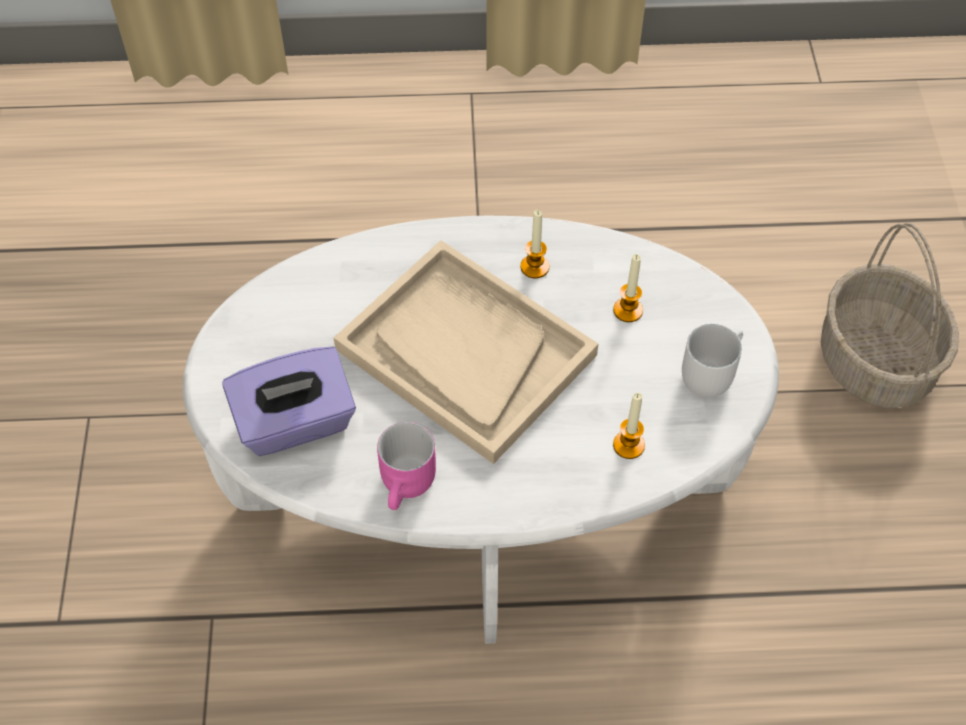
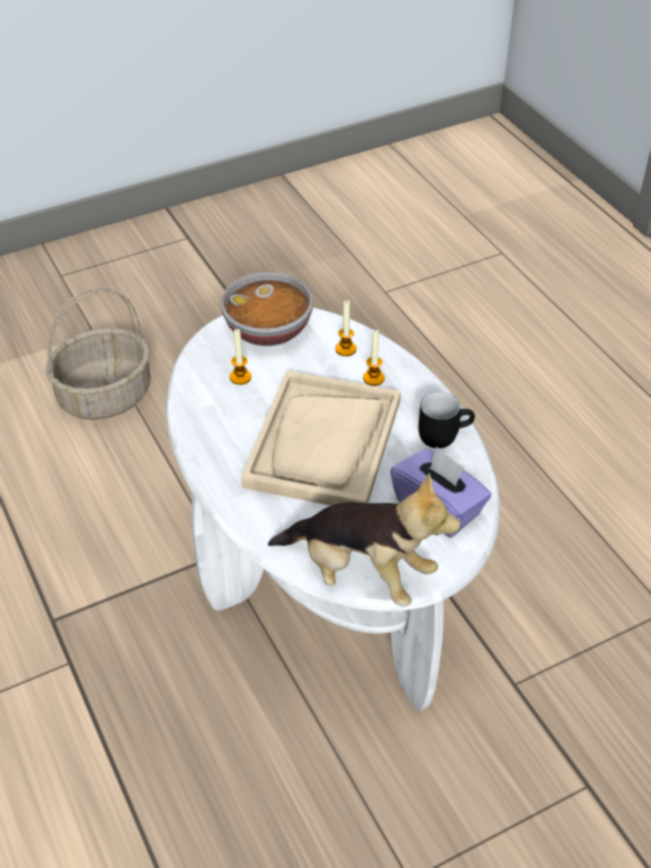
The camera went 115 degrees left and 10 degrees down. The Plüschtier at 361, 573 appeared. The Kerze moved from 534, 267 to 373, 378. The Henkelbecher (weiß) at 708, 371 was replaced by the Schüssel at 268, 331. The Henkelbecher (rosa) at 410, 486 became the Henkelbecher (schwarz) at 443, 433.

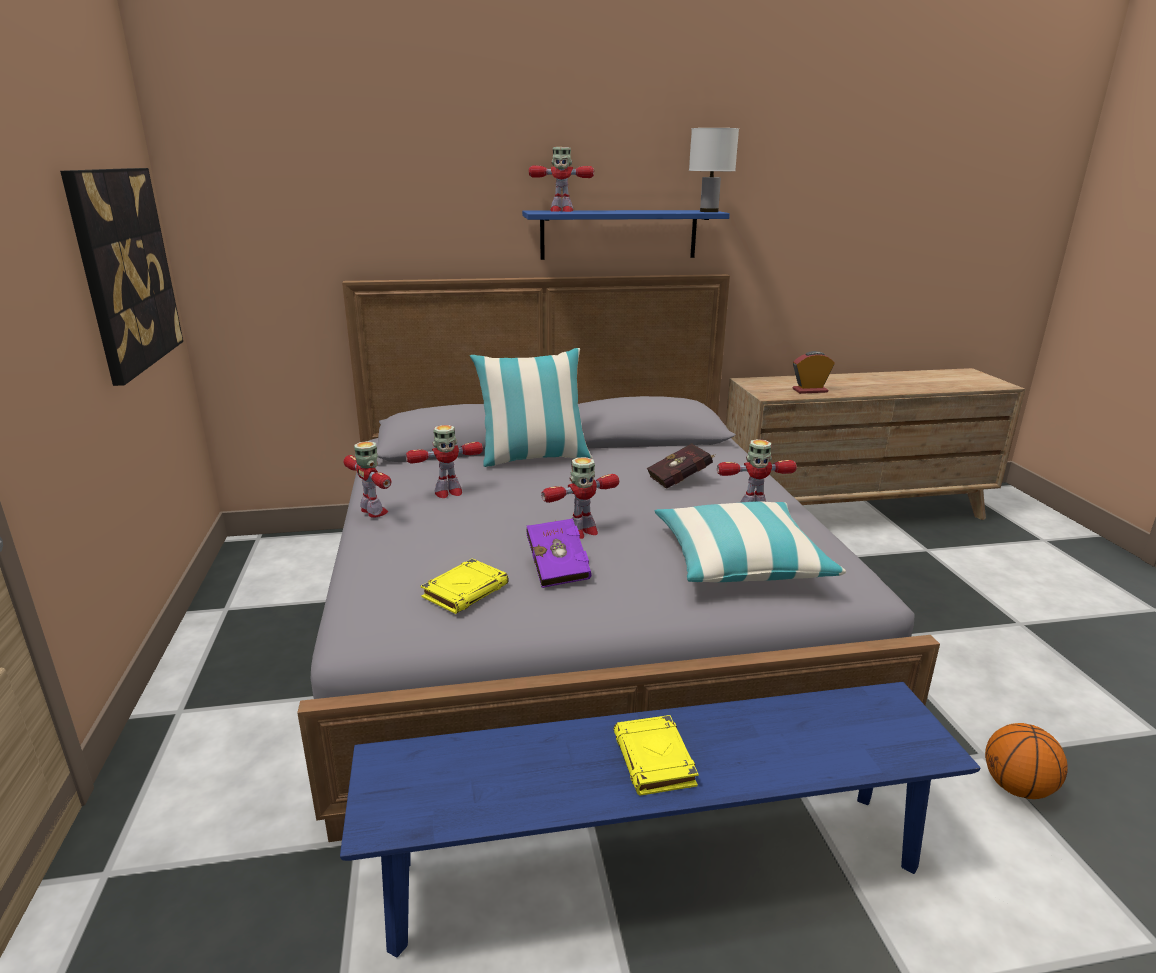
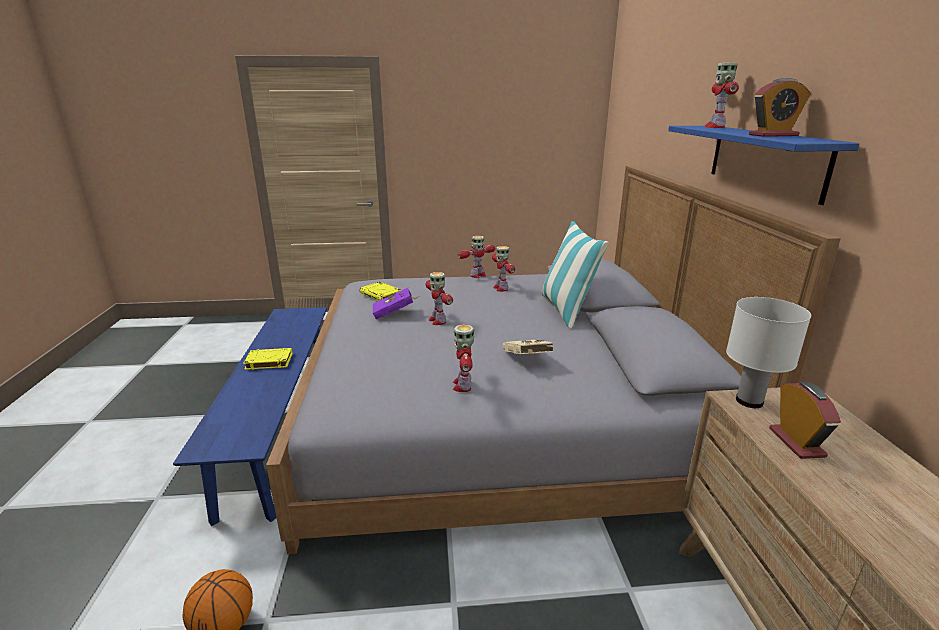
The camera went 95 degrees right and 0 degrees up. The Bild at 125, 270 disappeared. The Kissen at 740, 560 disappeared. The Wecker at 773, 135 appeared. The Tischlampe (weiß) moved from 708, 211 to 749, 401. The Buch (rot) at 681, 480 became the Buch (beige) at 526, 360.

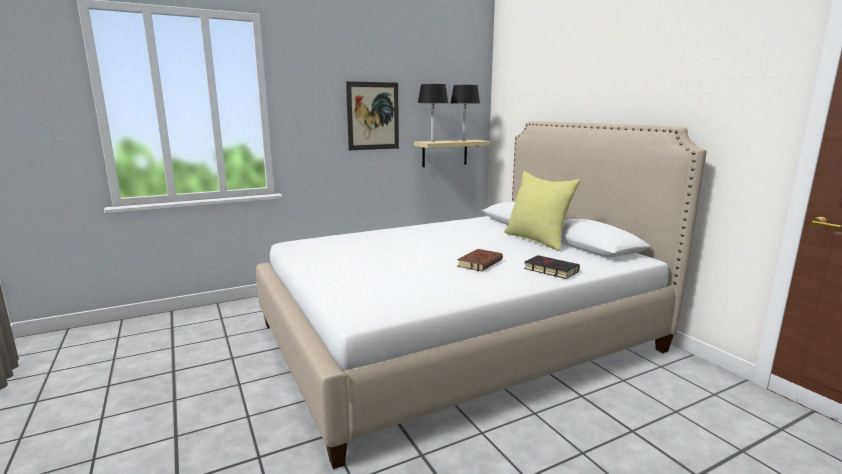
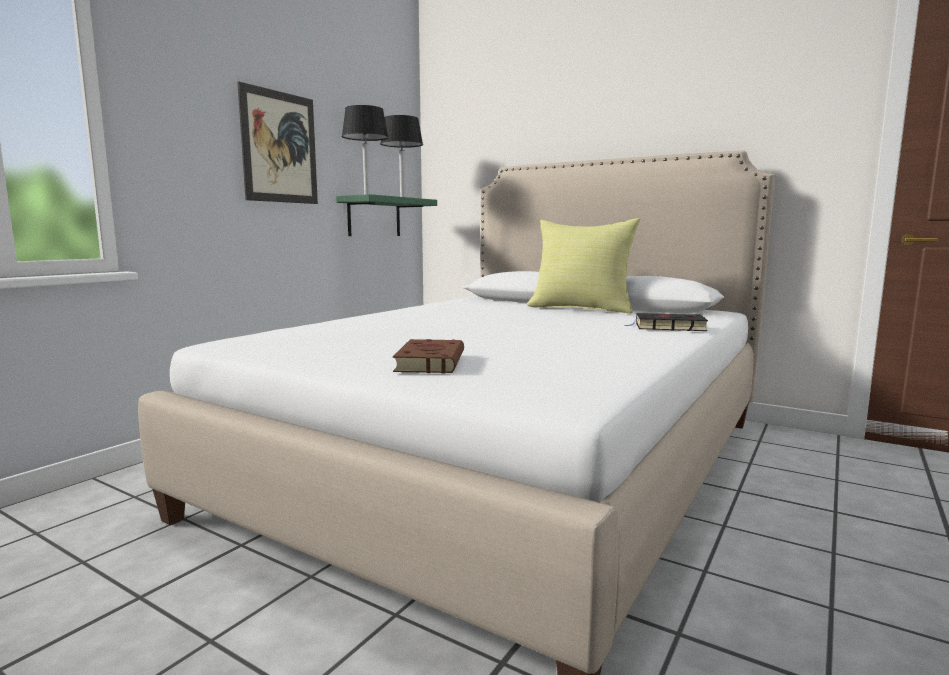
The camera went 30 degrees left and 5 degrees down. The Buch (braun) moved from 480, 263 to 430, 362. The Wandregal (beige) at 444, 153 became the Wandregal (grün) at 374, 217.

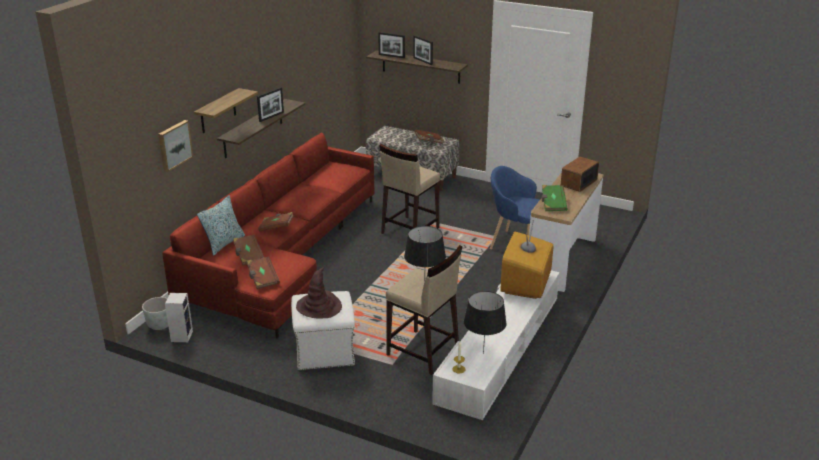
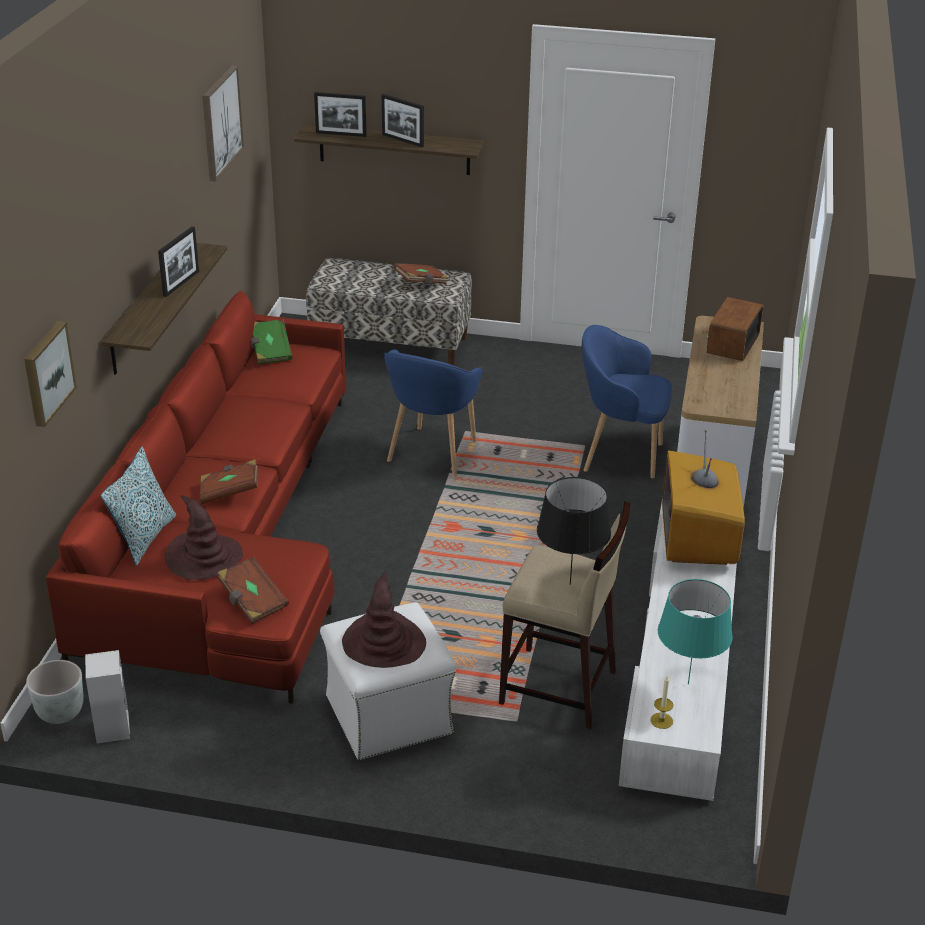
The camera went 15 degrees left and 5 degrees up. The Wandregal at 218, 111 disappeared. The Bild at 221, 122 appeared. The Buch (grün) moved from 553, 204 to 270, 351. The Buch (braun) at 248, 256 was replaced by the Hut (braun) at 203, 558. The Hocker (beige) at 409, 230 was replaced by the Sessel (blau) at 432, 454. The Tischlampe (schwarz) at 483, 353 became the Tischlampe (türkis) at 688, 683.

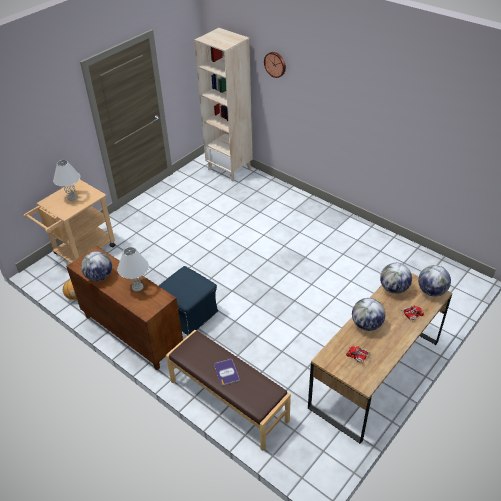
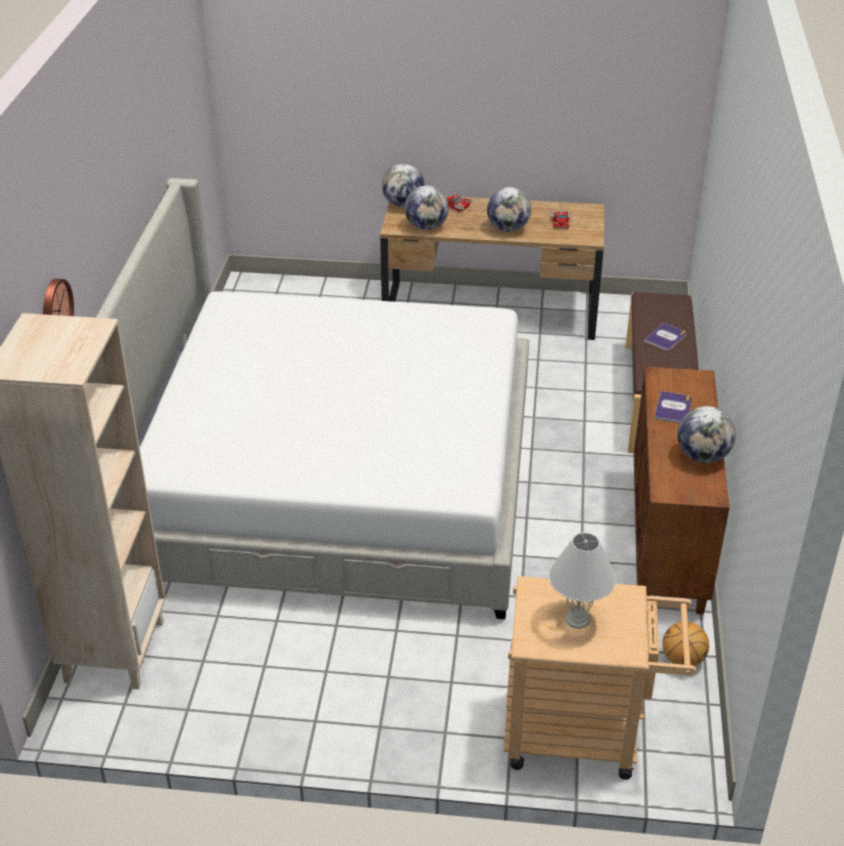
The camera went 125 degrees left and 5 degrees down. The Polsterhocker (blau) at 189, 314 disappeared. The Bett at 332, 482 appeared. The Tischlampe (weiß) at 137, 287 was replaced by the Buch at 673, 408.

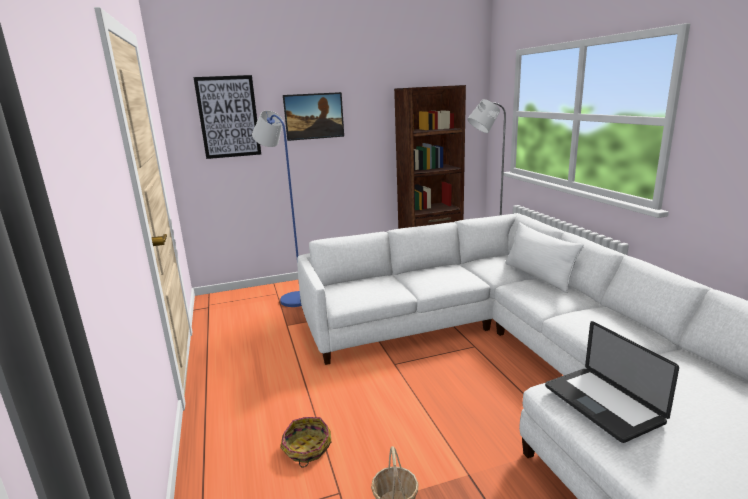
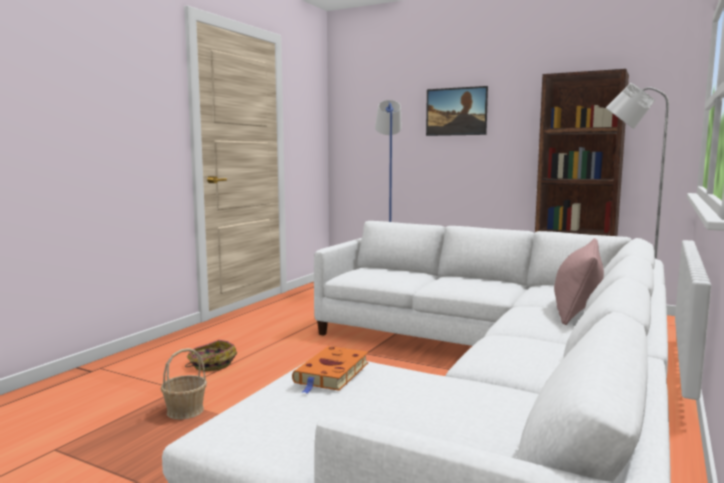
The camera went 45 degrees right and 10 degrees down. The Bild at 228, 117 disappeared. The Laptop at 602, 404 was replaced by the Buch (orange) at 331, 374. The Kissen (weiß) at 538, 276 became the Kissen (rosa) at 577, 309.

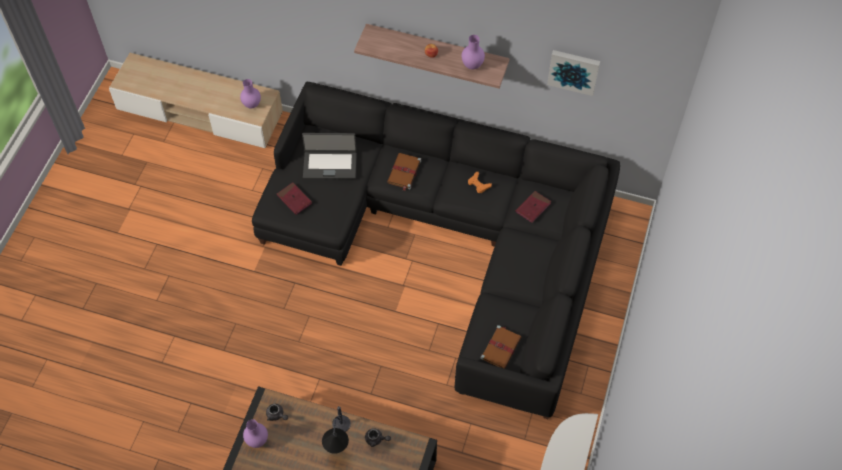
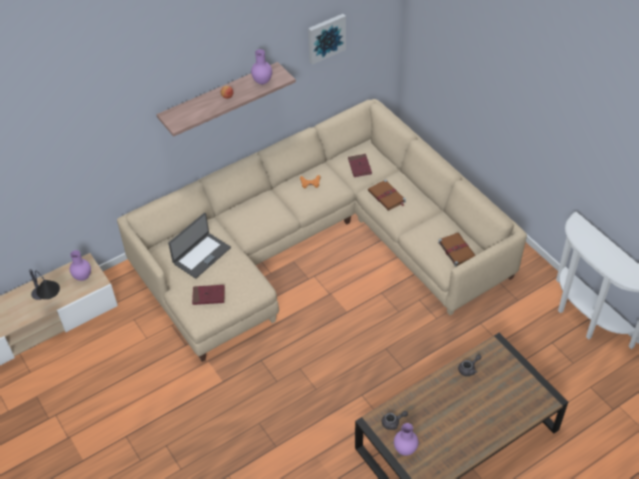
The camera went 50 degrees left and 10 degrees down. The Tischlampe moved from 339, 442 to 49, 302. The Buch (braun) moved from 404, 172 to 387, 196. The Sofa (schwarz) at 451, 239 became the Sofa (beige) at 318, 243.

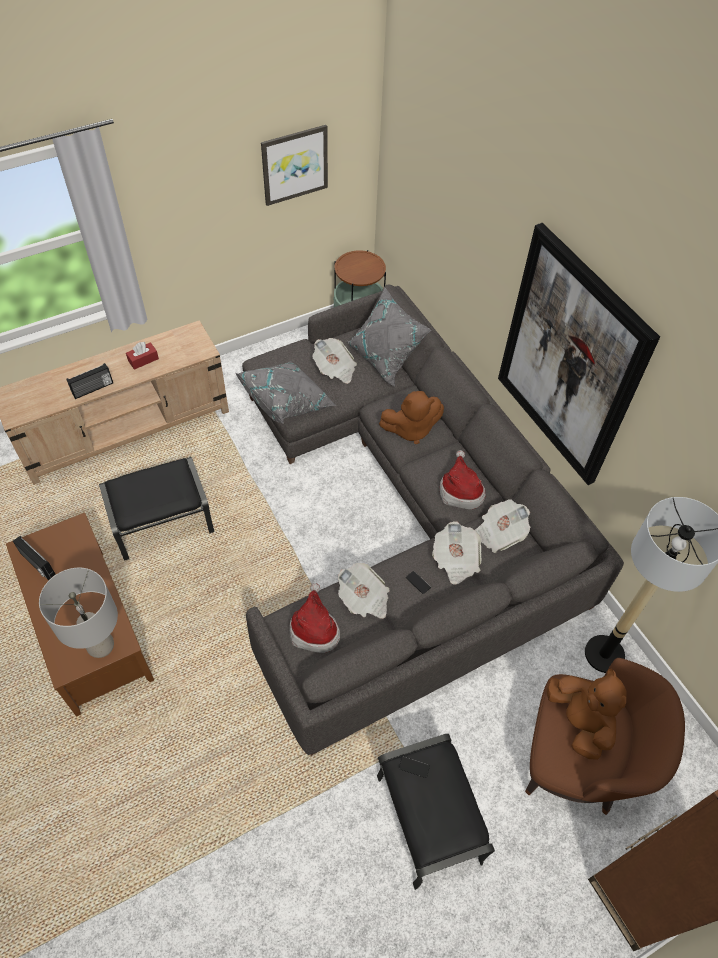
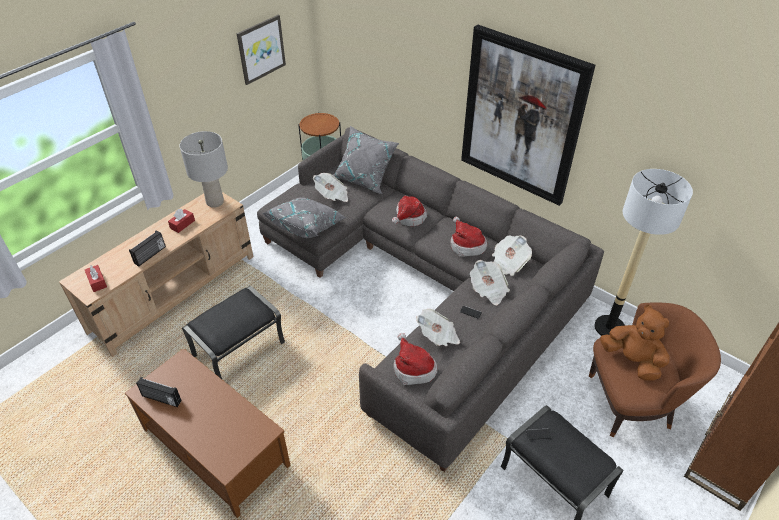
The camera went 20 degrees left and 10 degrees down. The Taschentuchbox (rot) at 97, 282 appeared. The Tischlampe (grau) moved from 101, 646 to 215, 202. The Plüschtier (braun) at 411, 429 was replaced by the Hut at 409, 218.

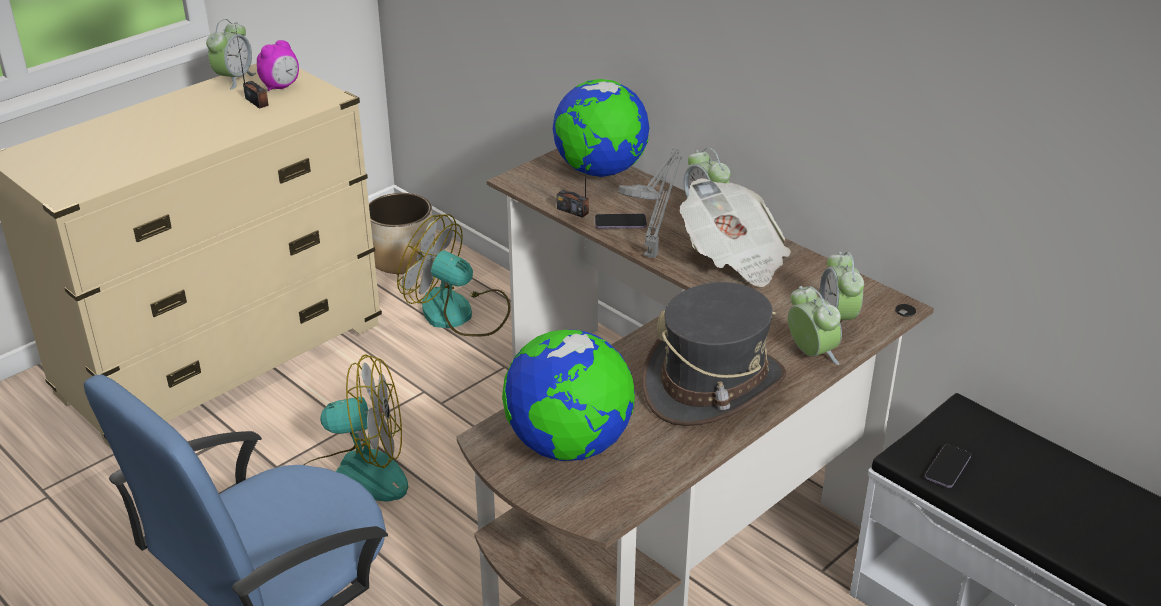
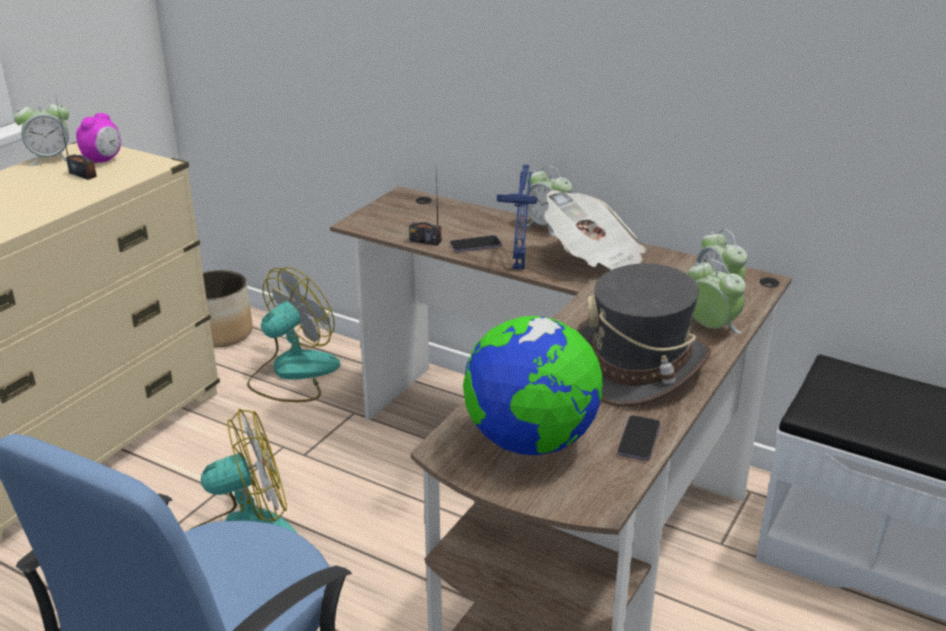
The camera went 15 degrees left and 5 degrees down. The Globus at 600, 171 disappeared. The Handy moved from 947, 468 to 638, 440. The Tischlampe (grau) at 652, 254 became the Tischlampe (blau) at 519, 266. The Wecker at 234, 79 turned 60 degrees clockwise. The Ventilator at 459, 314 turned 120 degrees clockwise.

